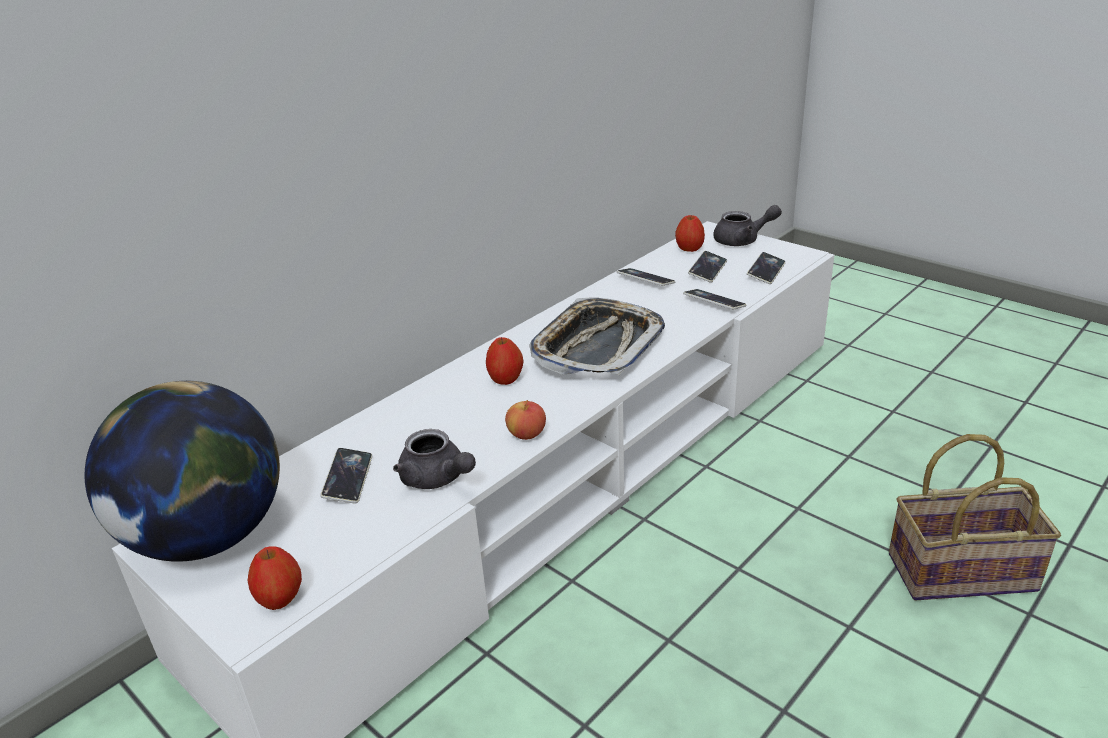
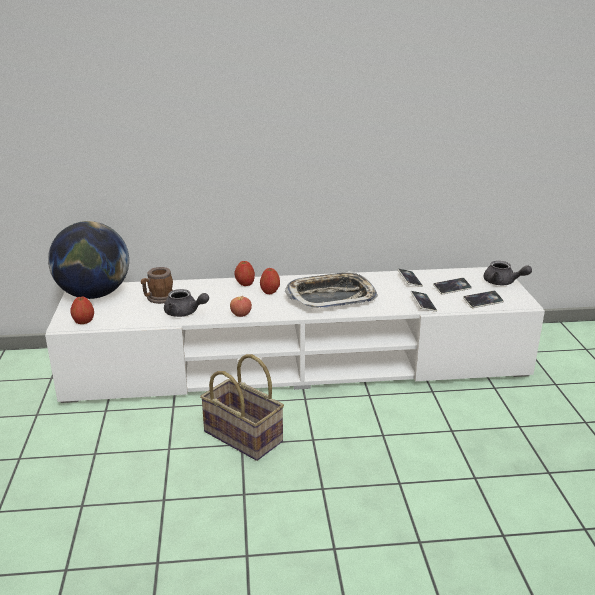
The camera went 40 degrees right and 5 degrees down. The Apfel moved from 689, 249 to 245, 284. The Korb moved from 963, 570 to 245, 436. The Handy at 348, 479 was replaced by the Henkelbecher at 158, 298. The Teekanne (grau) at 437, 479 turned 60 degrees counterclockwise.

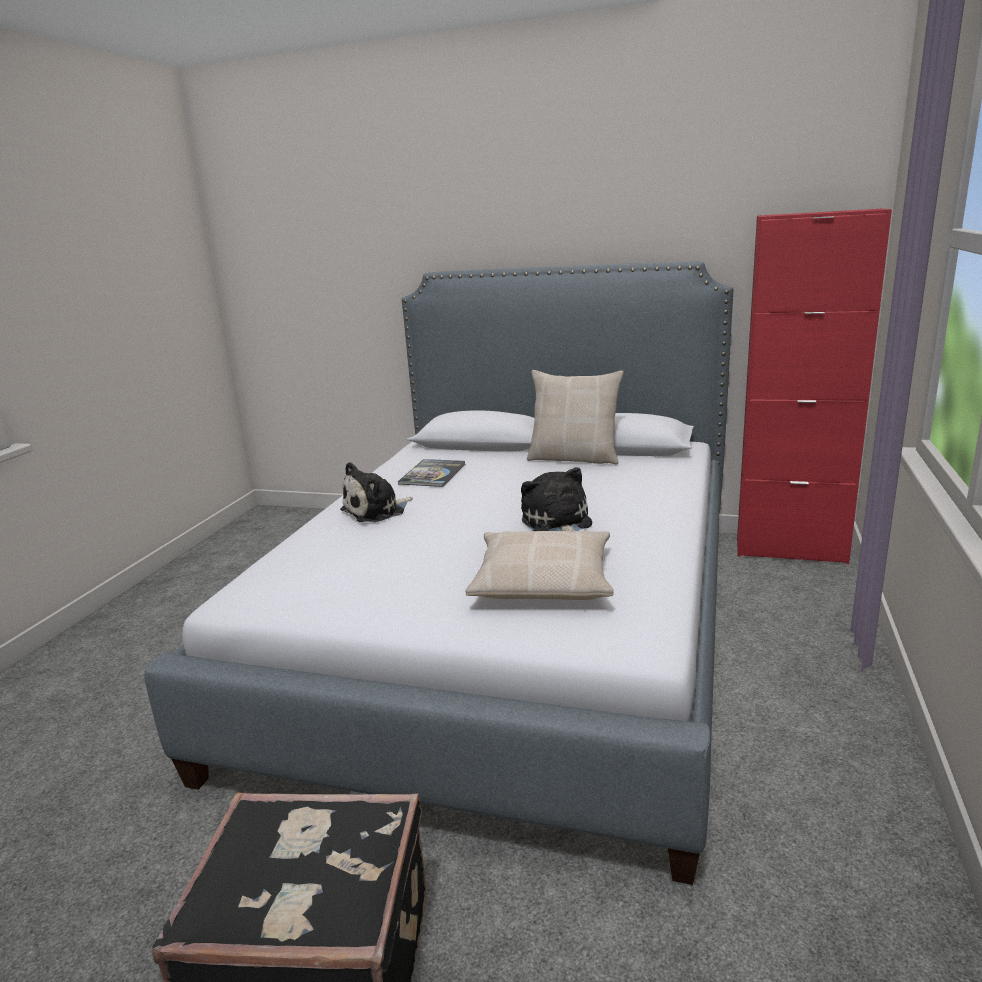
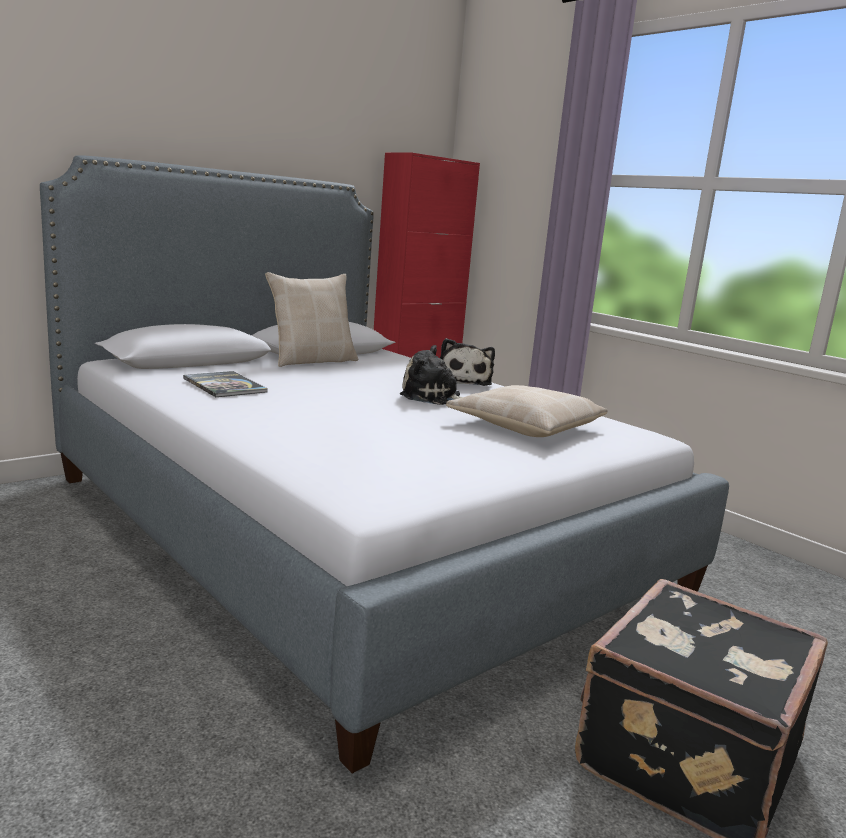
The camera went 60 degrees left and 5 degrees down. The Plüschtier moved from 377, 511 to 463, 381.

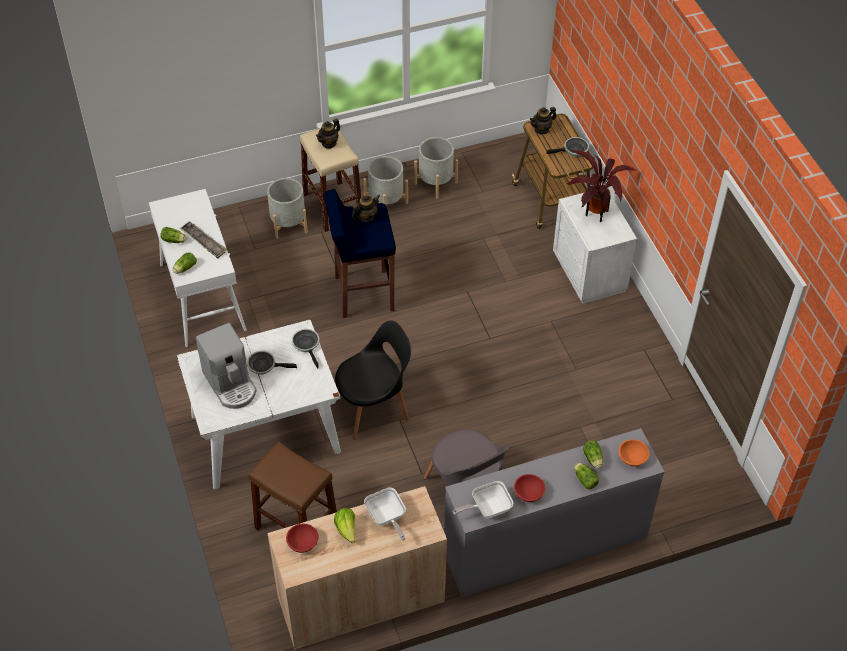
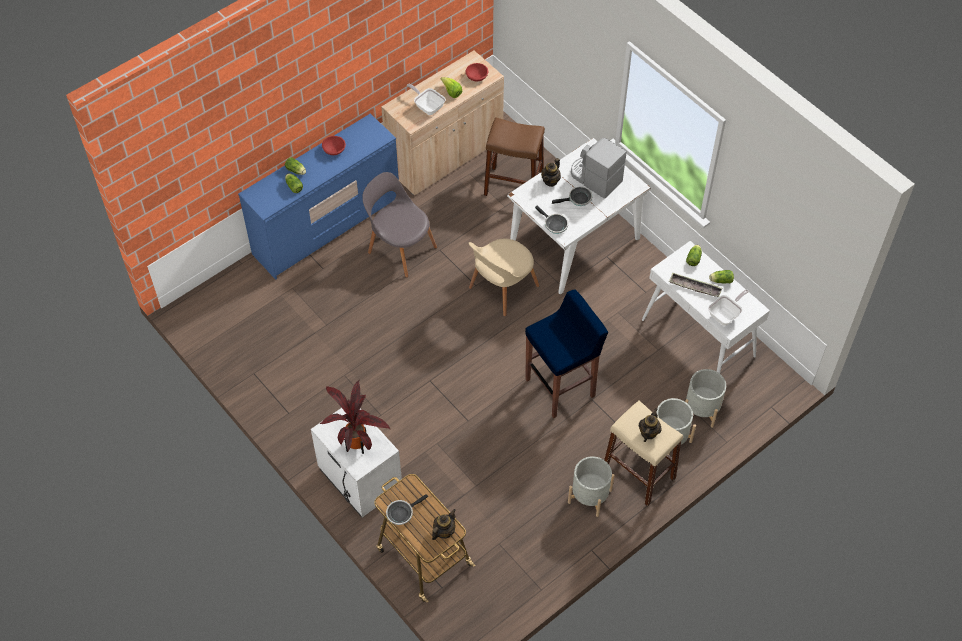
The camera went 160 degrees right and 5 degrees up. The Schüssel (orange) at 633, 458 disappeared. The Teekanne moved from 366, 217 to 550, 181. The Pflanzkübel (grau) moved from 435, 183 to 701, 409. The Pfanne moved from 487, 508 to 726, 315. The Stuhl (schwarz) at 373, 407 became the Stuhl (beige) at 501, 289. The Kommode (grau) at 544, 546 became the Kommode (blau) at 327, 227.

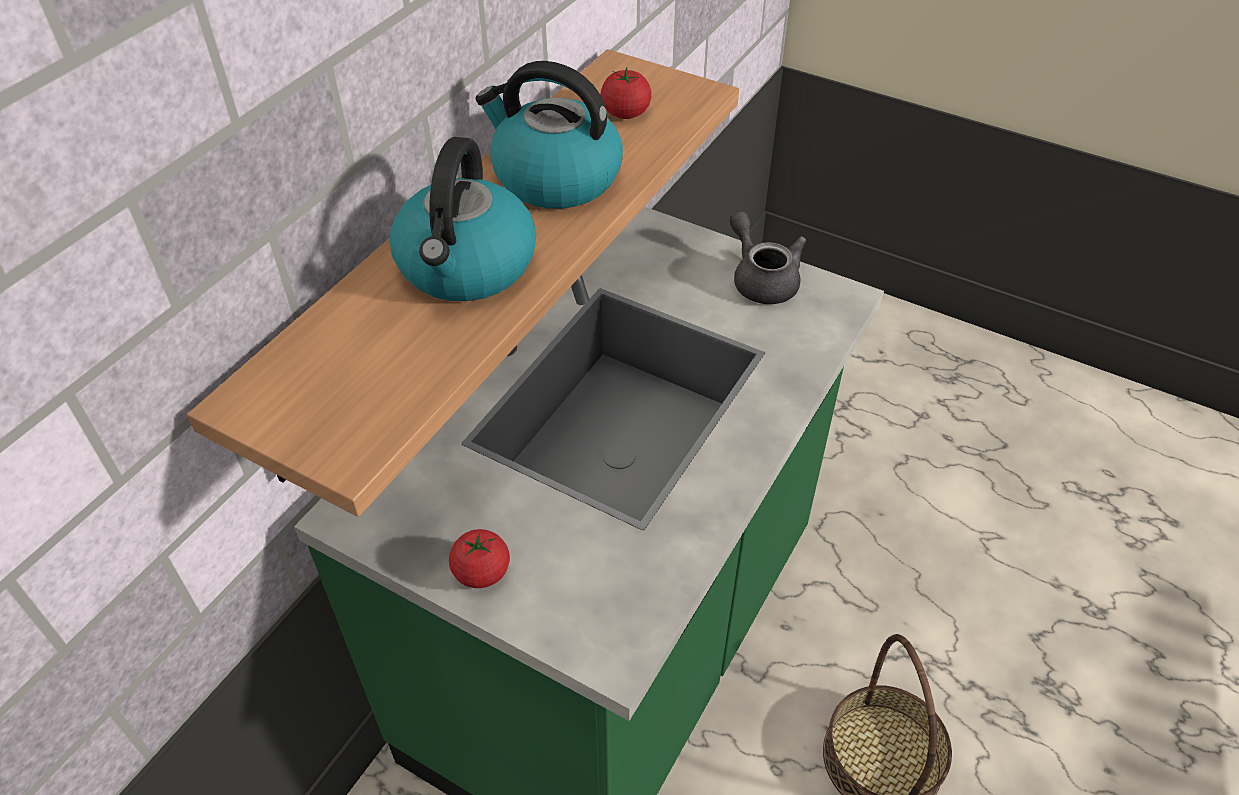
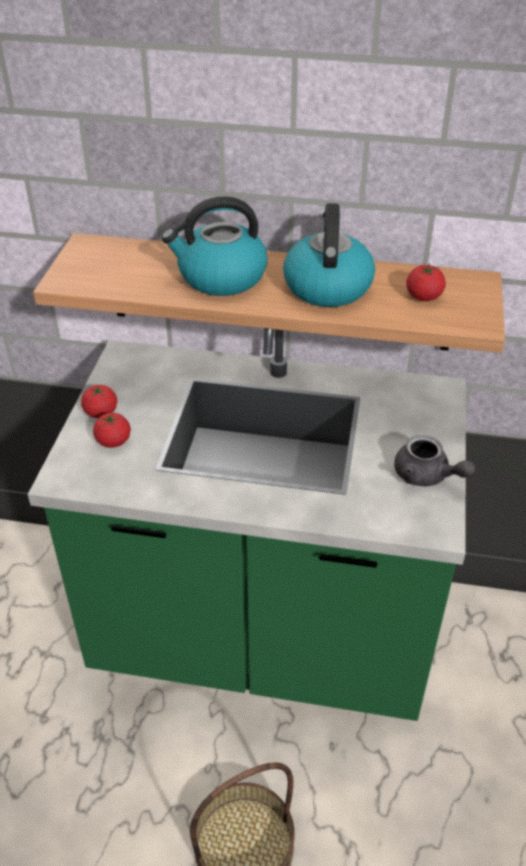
The camera went 70 degrees right and 5 degrees down. The Tomate at 113, 441 appeared. The Teekanne (grau) at 761, 279 turned 90 degrees clockwise.

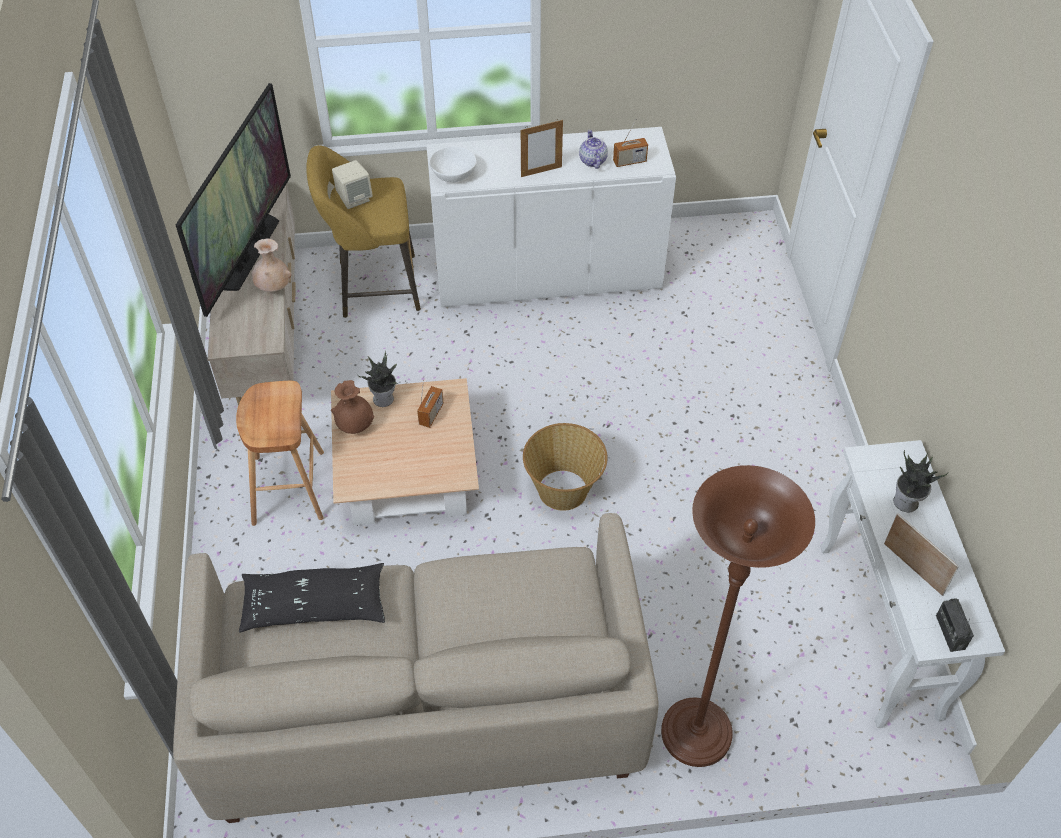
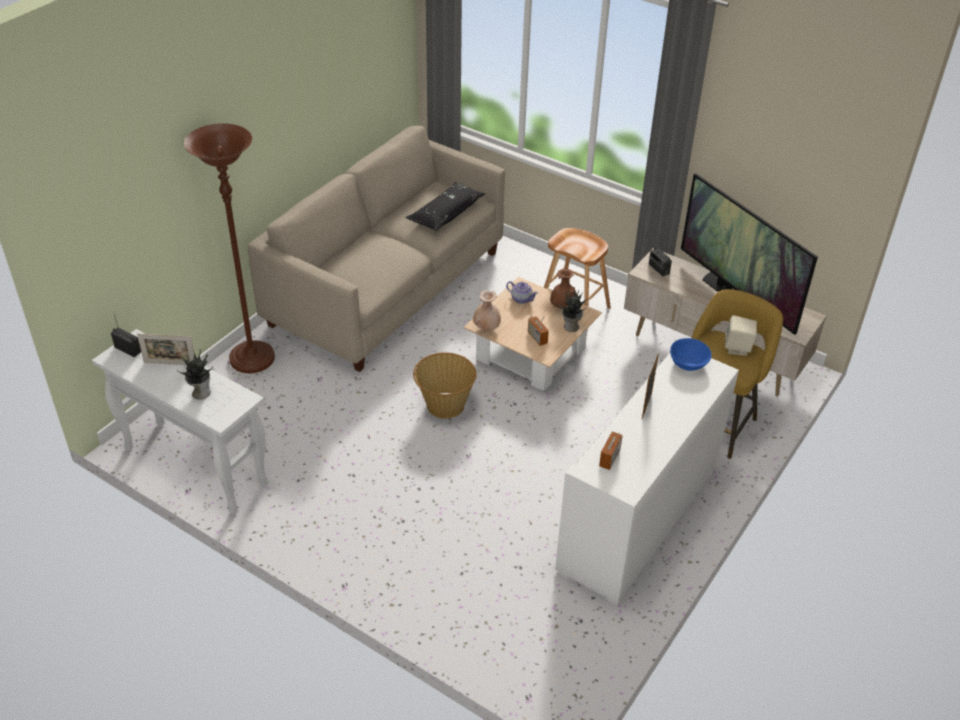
The camera went 130 degrees right and 10 degrees down. The Radio at 658, 269 appeared. The Vase (beige) moved from 274, 288 to 486, 328. The Teekanne moved from 592, 160 to 521, 299. The Schüssel (weiß) at 453, 174 became the Schüssel (blau) at 688, 363.

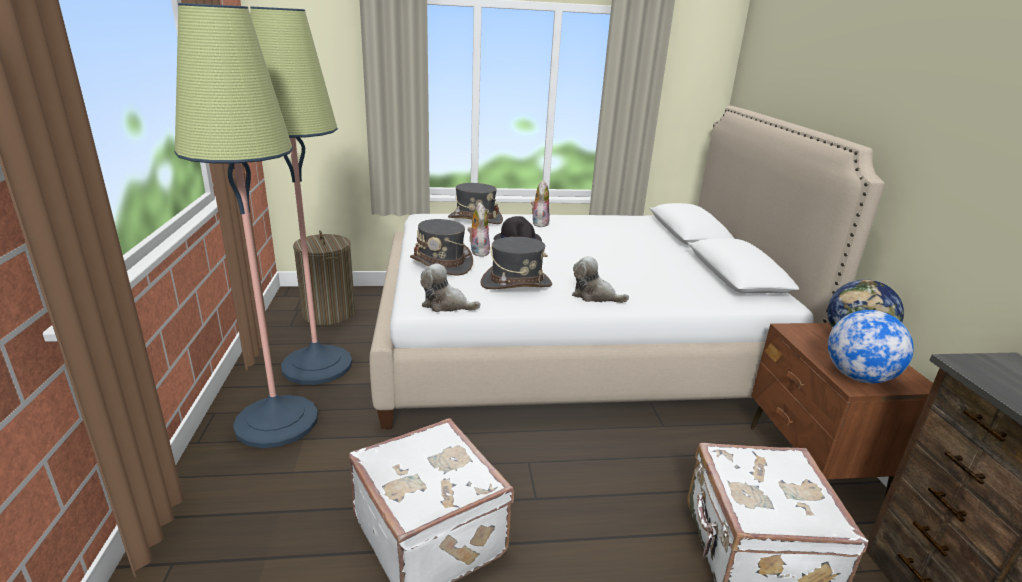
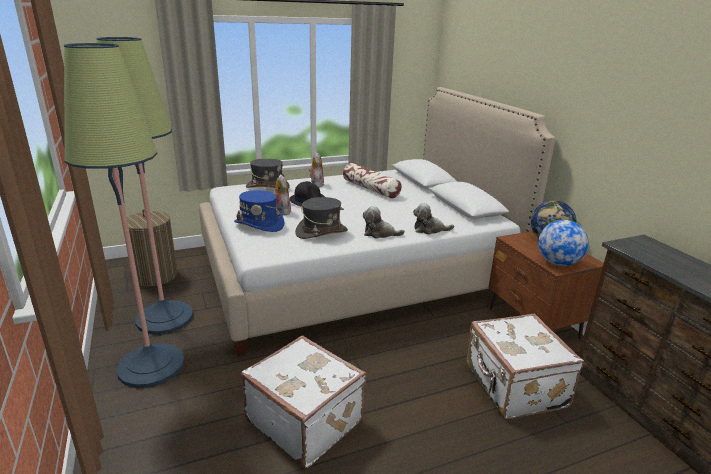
The camera went 15 degrees left and 0 degrees up. The Kissen at 371, 189 appeared. The Plüschtier moved from 446, 305 to 429, 229. The Hut (grau) at 441, 264 became the Hut (blau) at 259, 224.

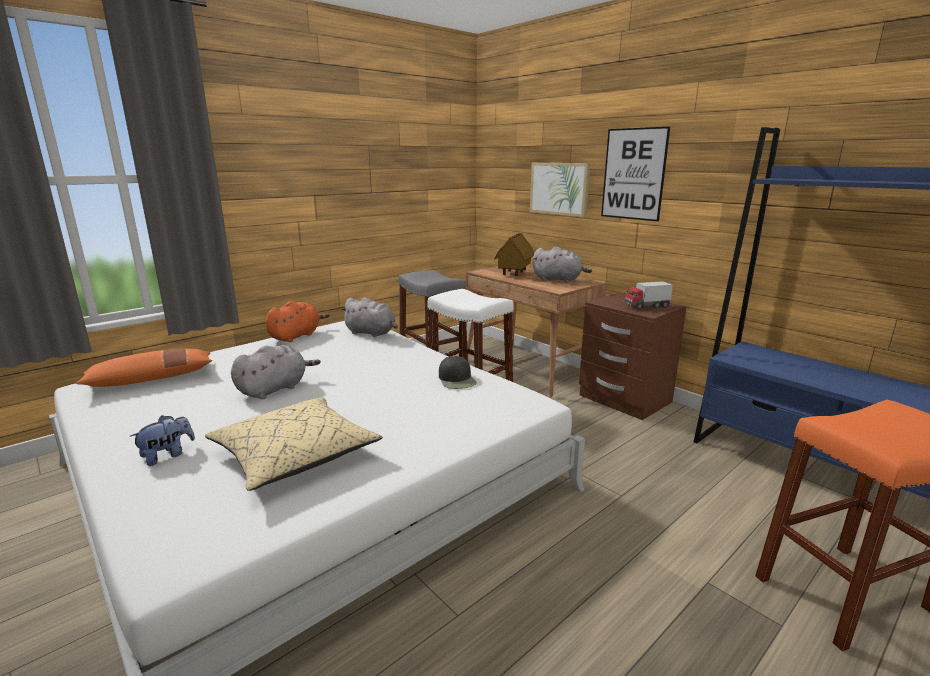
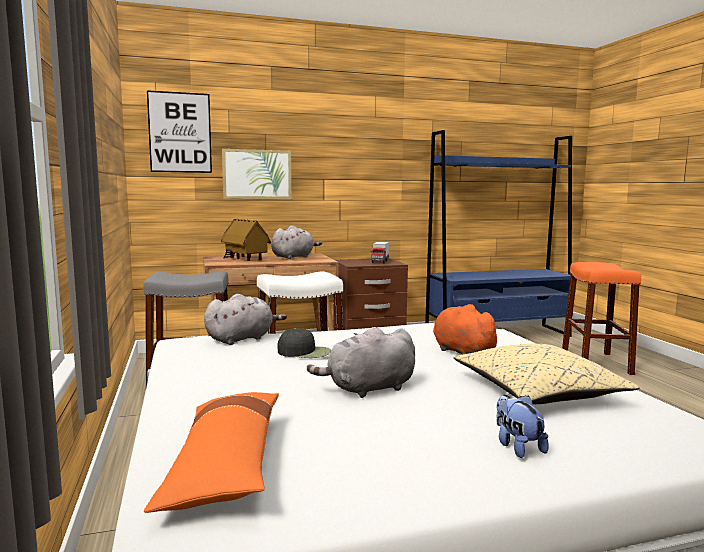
The camera went 65 degrees left and 10 degrees down. The Plüschtier (orange) moved from 296, 336 to 461, 352. The Kappe (schwarz) moved from 457, 380 to 305, 352. The Bild moved from 633, 174 to 180, 132. The Plüschtier (grau) at 275, 389 turned 90 degrees counterclockwise.

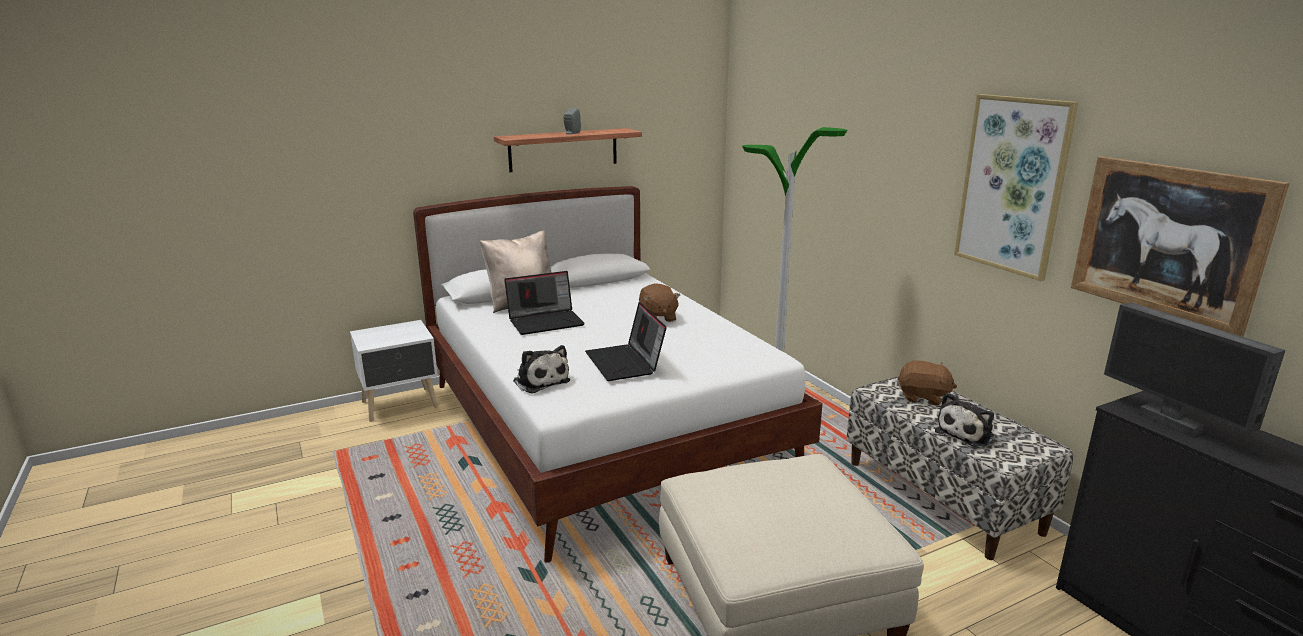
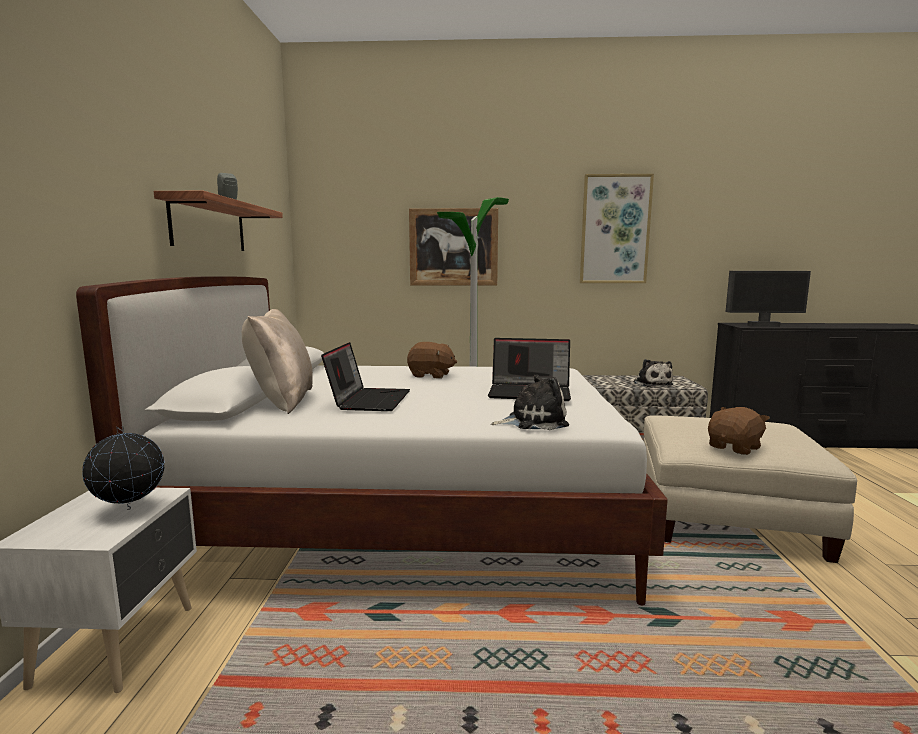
The camera went 60 degrees left and 10 degrees down. The Globus at 130, 509 appeared. The Plüschtier (braun) moved from 923, 397 to 735, 447. The Bild moved from 1168, 241 to 453, 247.

